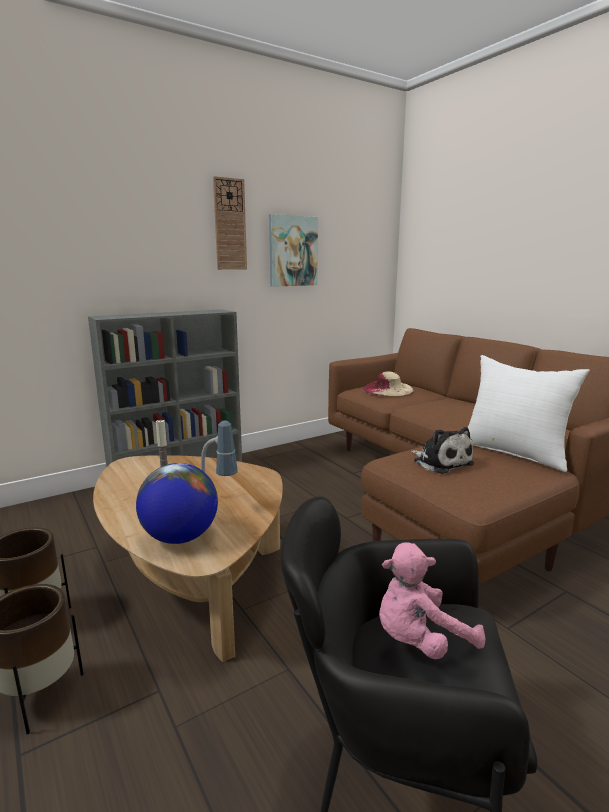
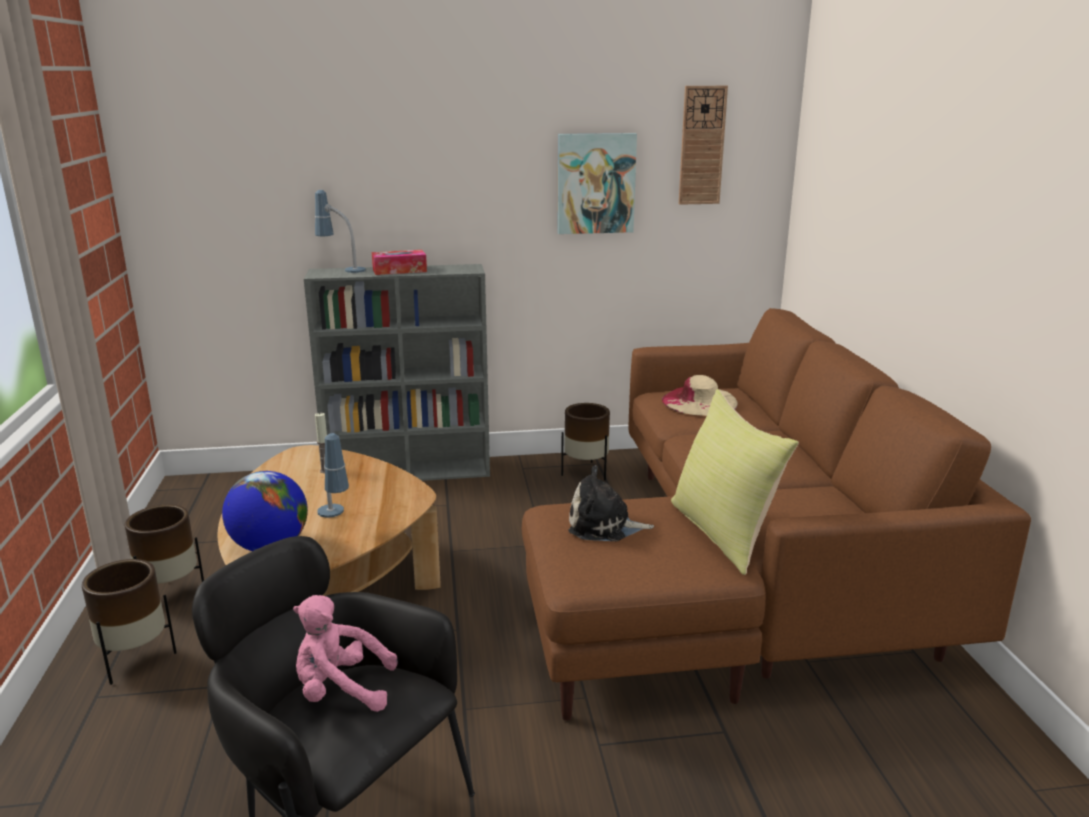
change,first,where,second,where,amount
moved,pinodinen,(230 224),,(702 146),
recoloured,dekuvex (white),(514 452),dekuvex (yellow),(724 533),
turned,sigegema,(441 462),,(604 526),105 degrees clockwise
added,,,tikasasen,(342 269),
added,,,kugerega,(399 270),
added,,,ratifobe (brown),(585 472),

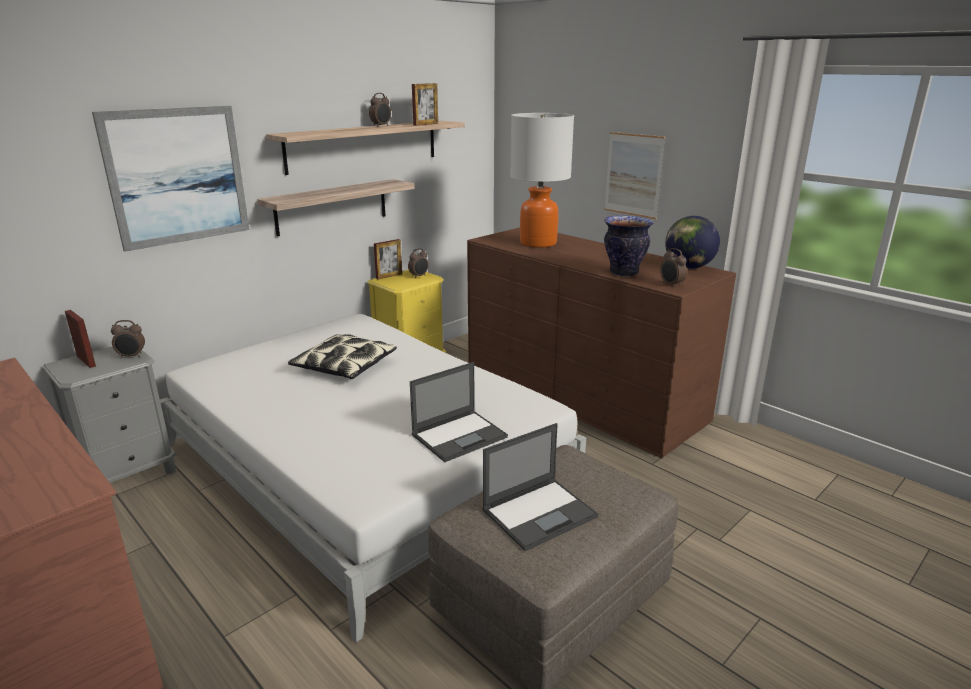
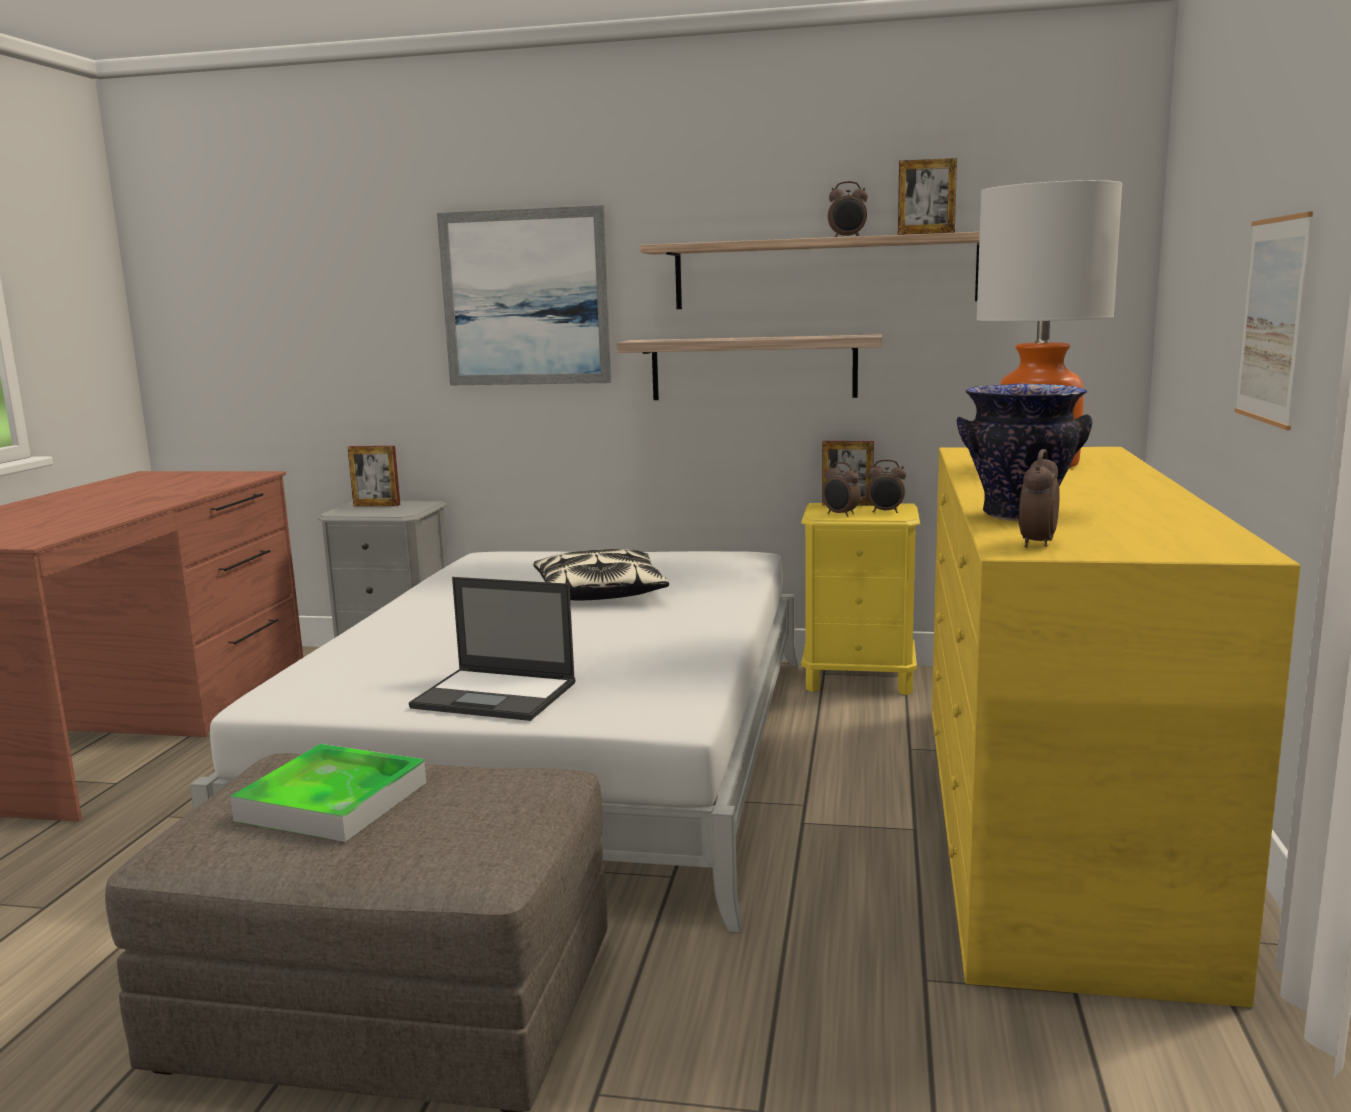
change,first,where,second,where,amount
removed,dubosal,(689 267),,,
recoloured,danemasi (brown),(581 394),danemasi (yellow),(1050 822),
turned,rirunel,(86 361),,(376 505),90 degrees clockwise
moved,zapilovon,(131 356),,(840 514),
replaced,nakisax,(540 513),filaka,(333 801),

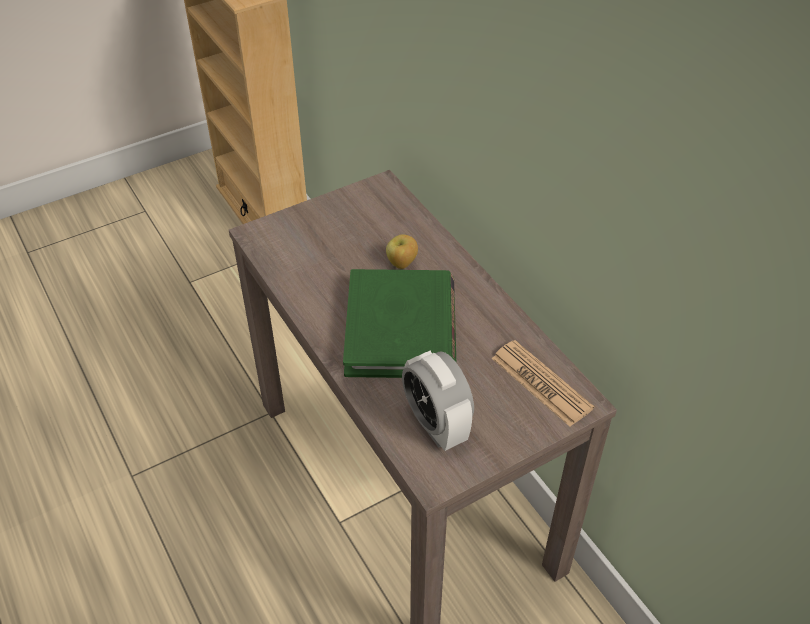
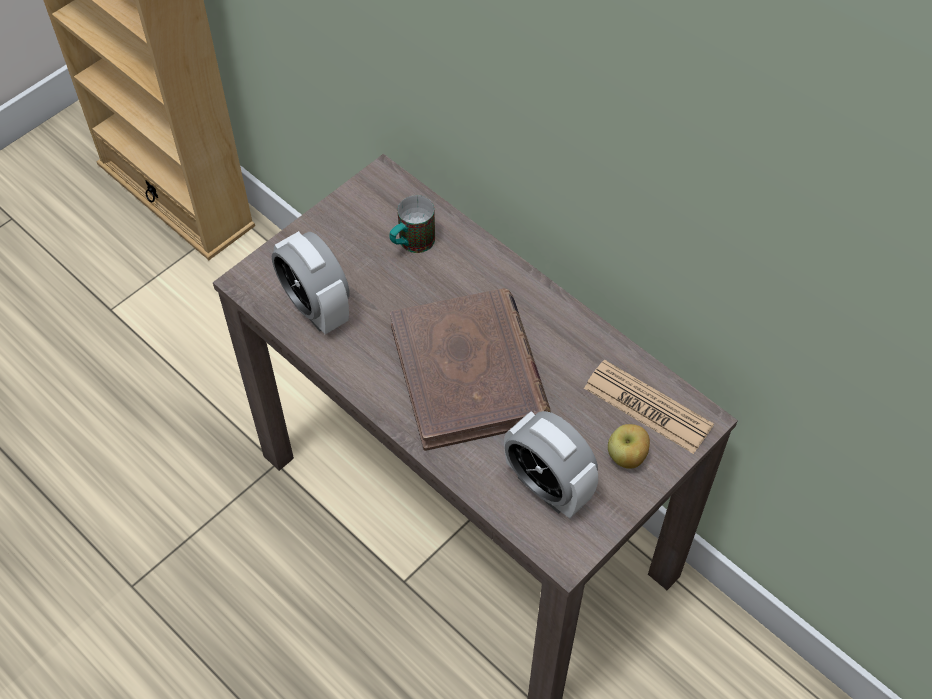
change,first,where,second,where,amount
moved,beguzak,(402 264),,(627 457),
recoloured,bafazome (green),(401 328),bafazome (brown),(469 373),
added,,,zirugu,(411 244),
added,,,zapilovon,(316 308),

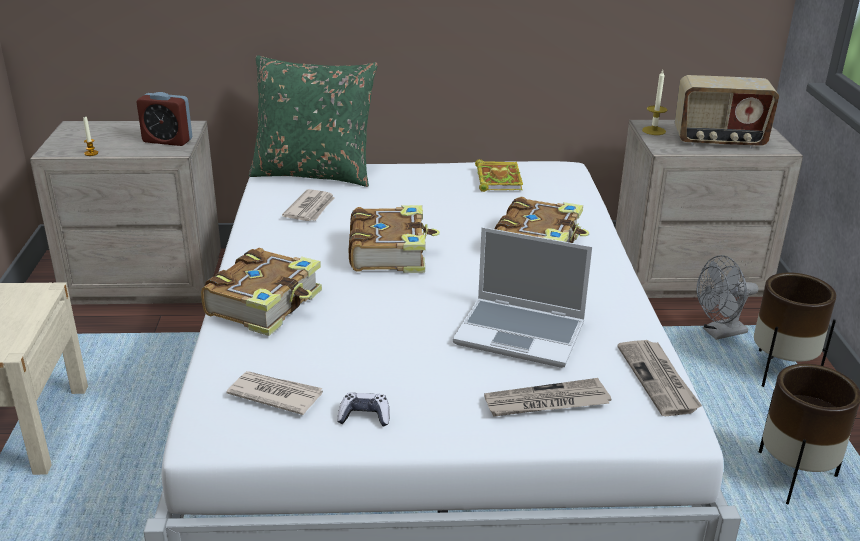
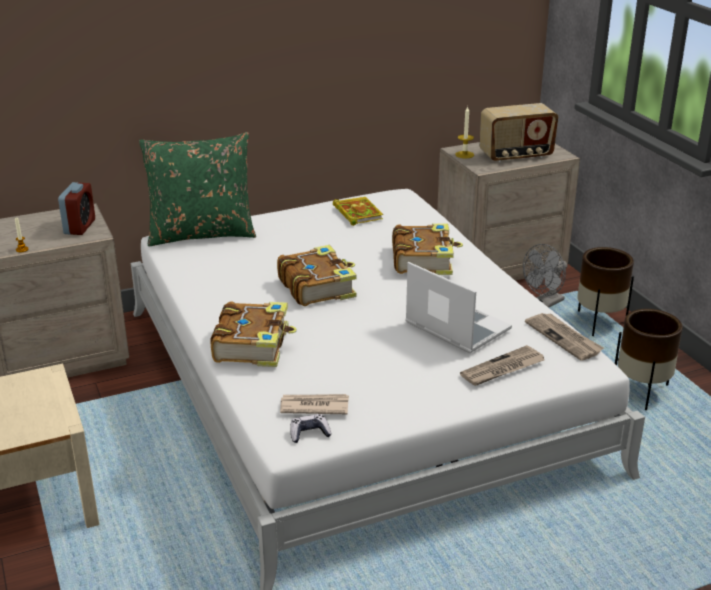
change,first,where,second,where,amount
turned,zapilovon,(167 141),,(80 227),75 degrees counterclockwise
removed,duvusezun,(311 208),,,
turned,nakisax,(521 334),,(455 327),135 degrees counterclockwise
moved,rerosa,(364 416),,(309 433),

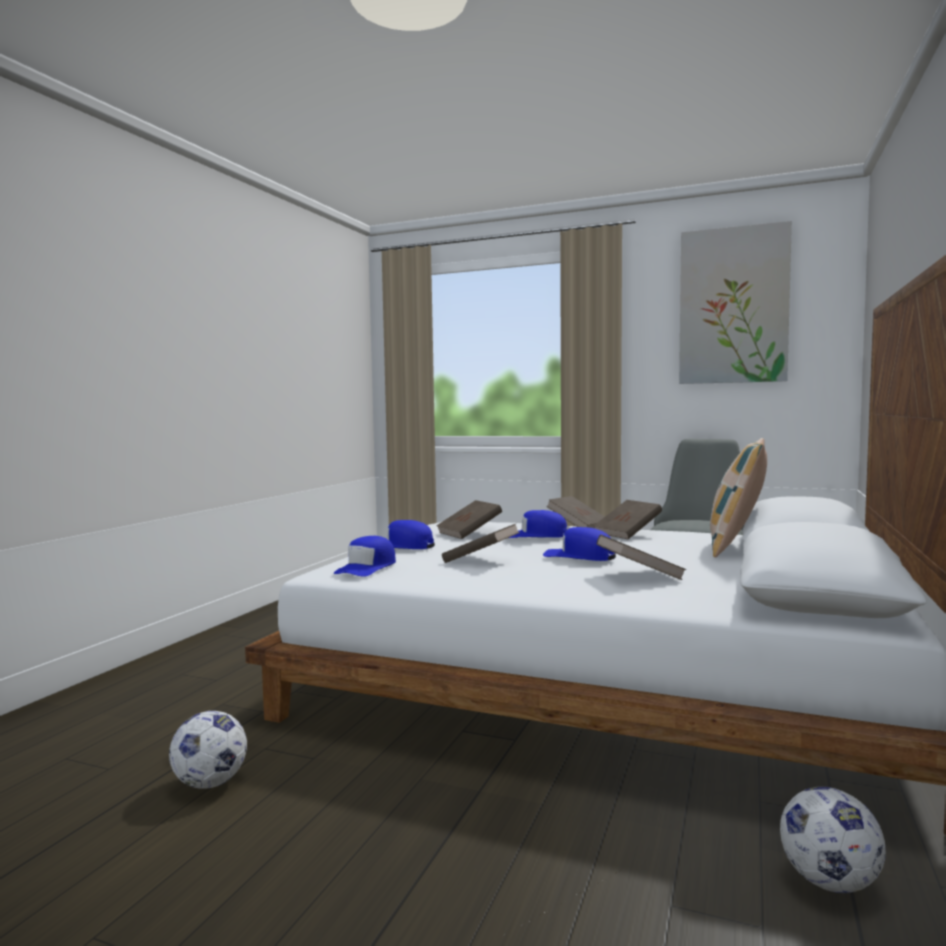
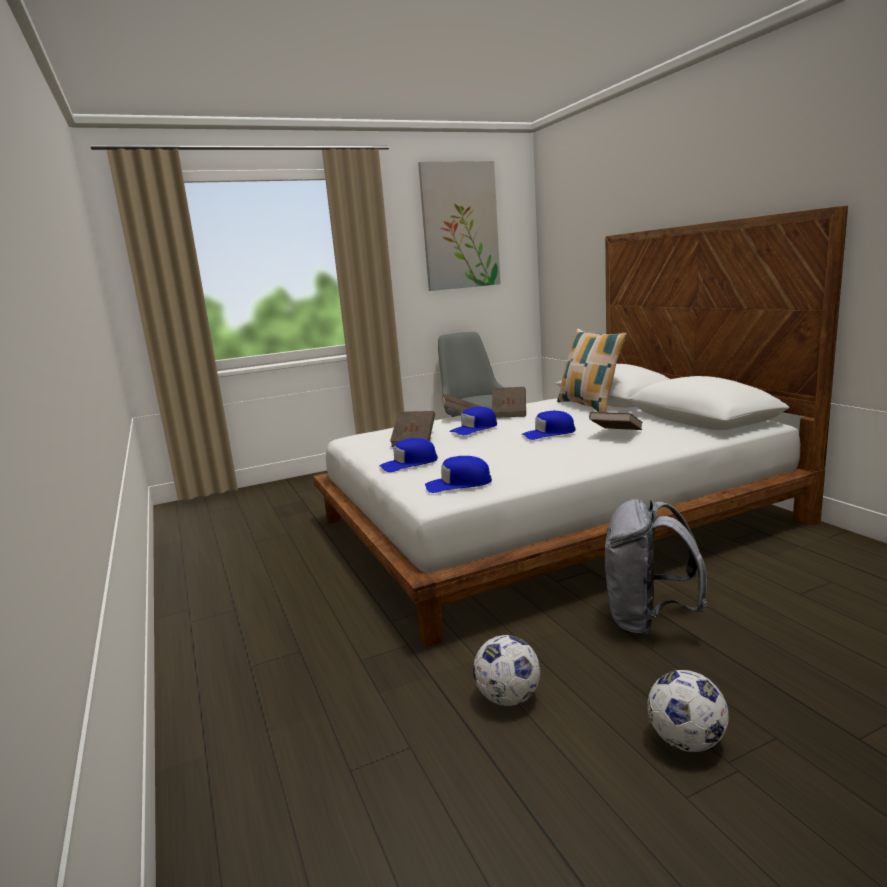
change,first,where,second,where,amount
removed,bafazome (brown),(481 560),,,
turned,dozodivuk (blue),(367 568),,(458 484),105 degrees clockwise
moved,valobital,(829 882),,(686 741),
added,,,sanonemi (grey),(648 621),

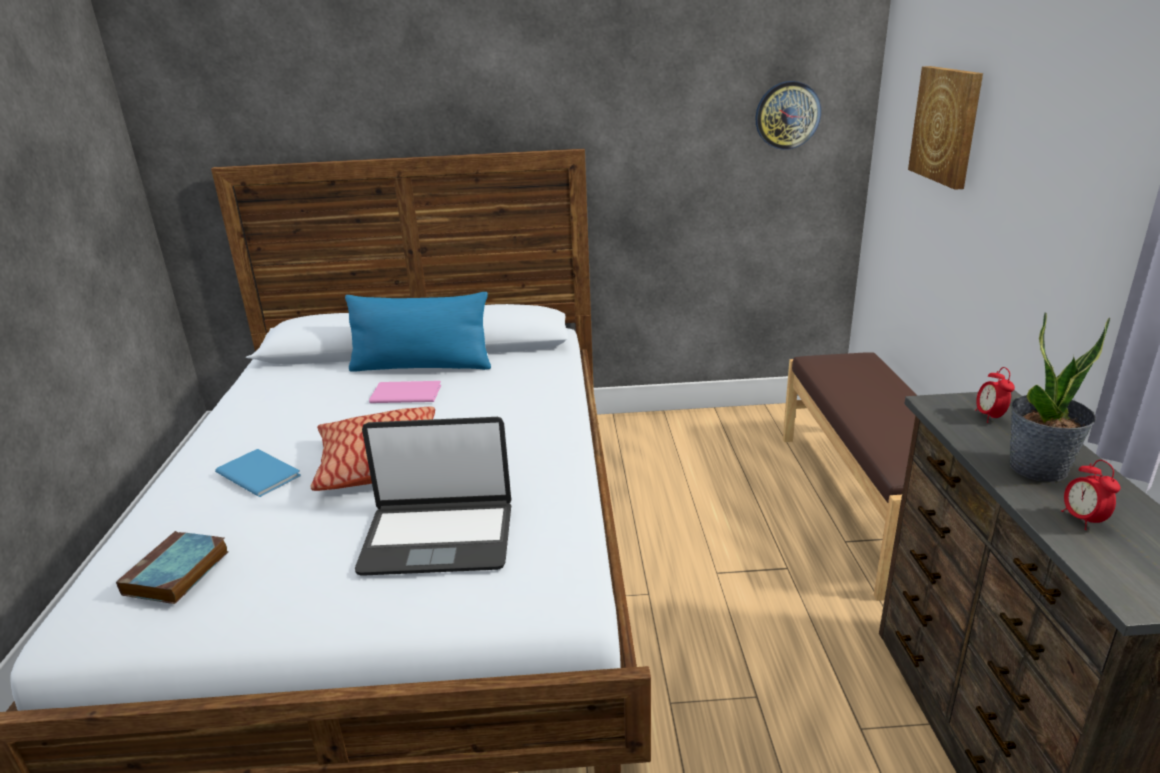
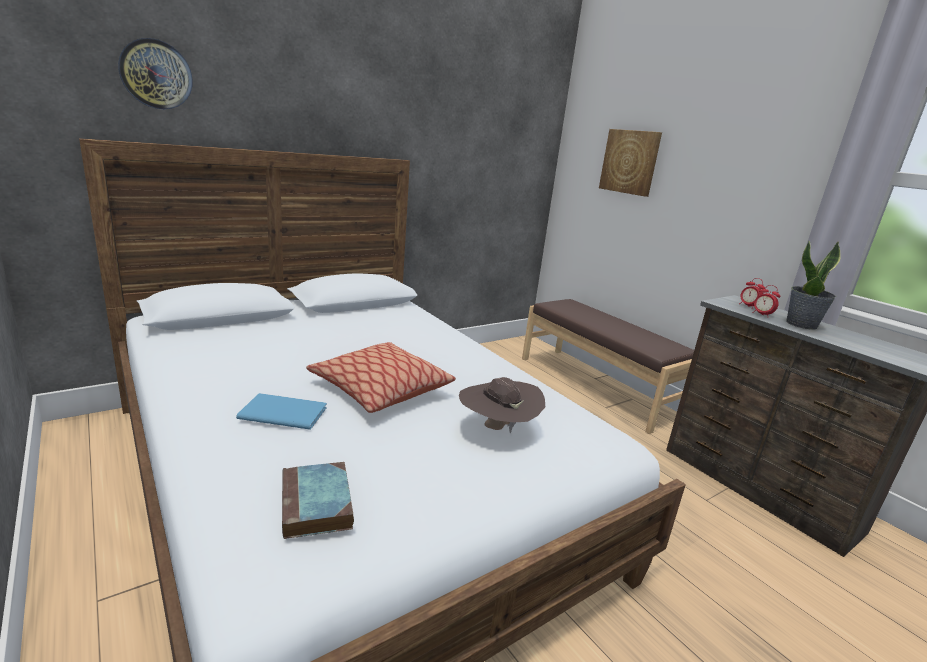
change,first,where,second,where,amount
moved,pinodinen,(787 115),,(156 74),
removed,dekuvex (blue),(422 366),,,
removed,bafazome (pink),(404 393),,,
replaced,nakisax,(438 538),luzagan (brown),(497 429),
moved,zapilovon,(1082 520),,(761 315),

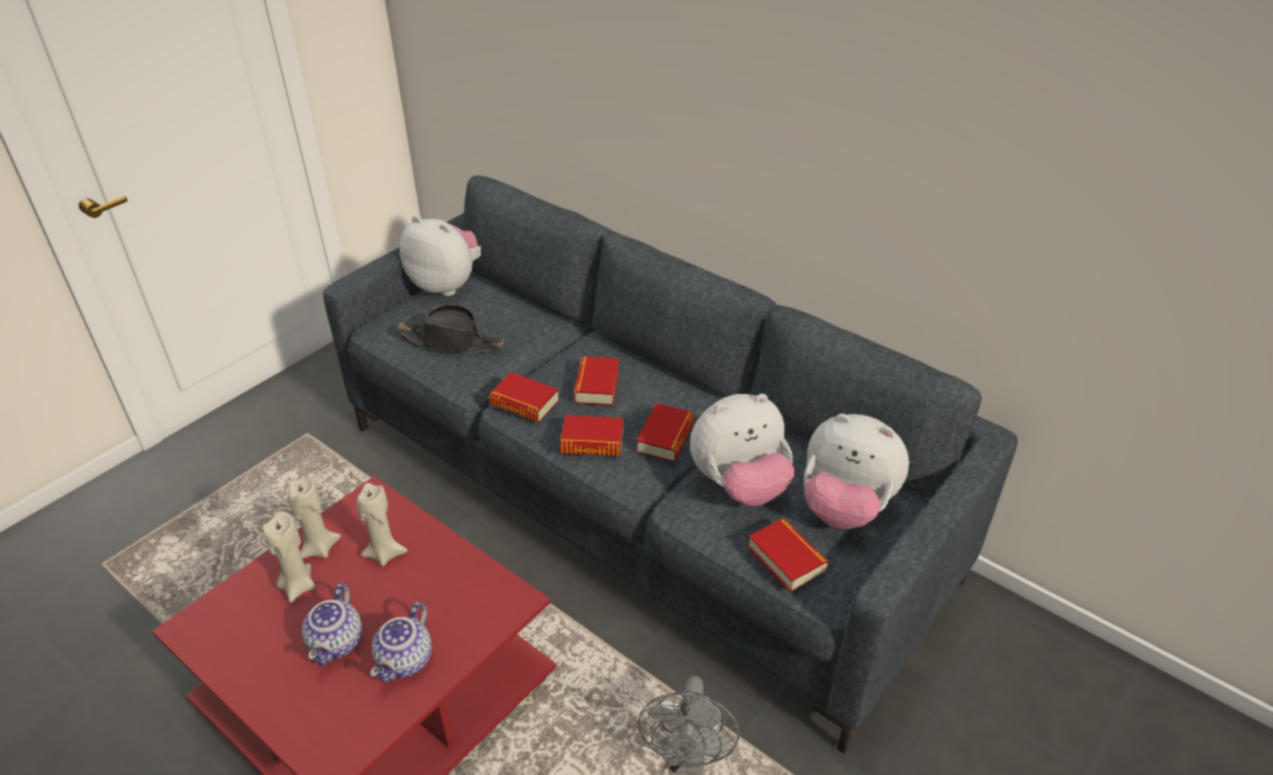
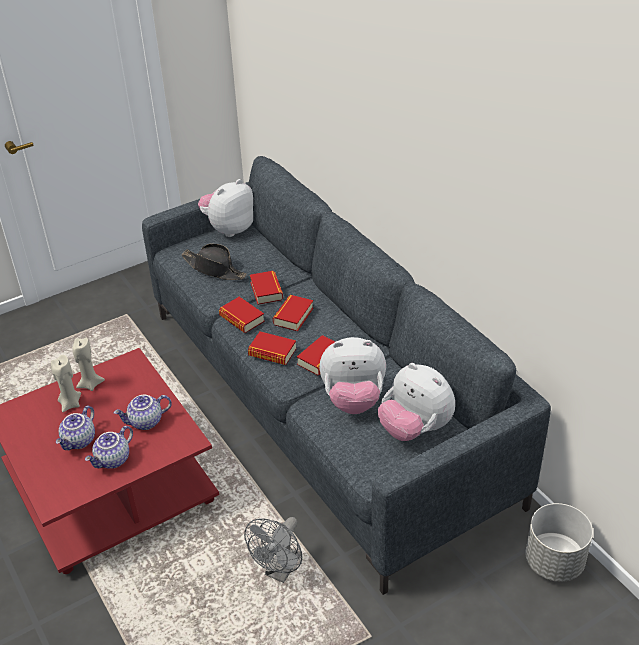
change,first,where,second,where,amount
turned,sigegema,(448 284),,(229 228),90 degrees counterclockwise
removed,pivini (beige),(385 553),,,
moved,bafazome,(786 559),,(266 291),
added,,,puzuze,(145 422),
added,,,ratifobe (grey),(554 562),

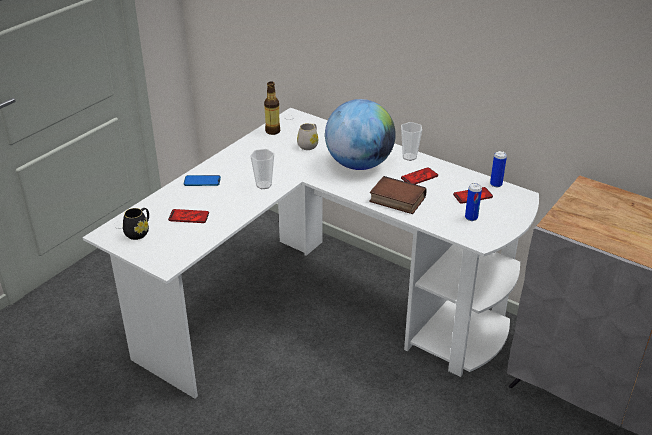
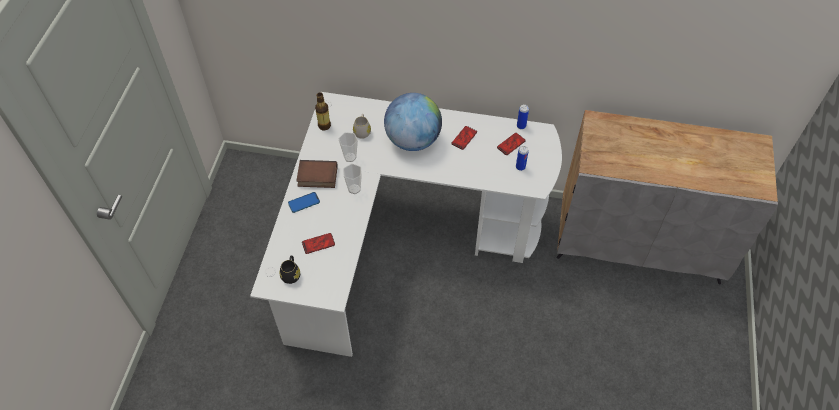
change,first,where,second,where,amount
moved,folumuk,(409 157),,(350 157),
moved,bafazome,(396 200),,(316 177),

